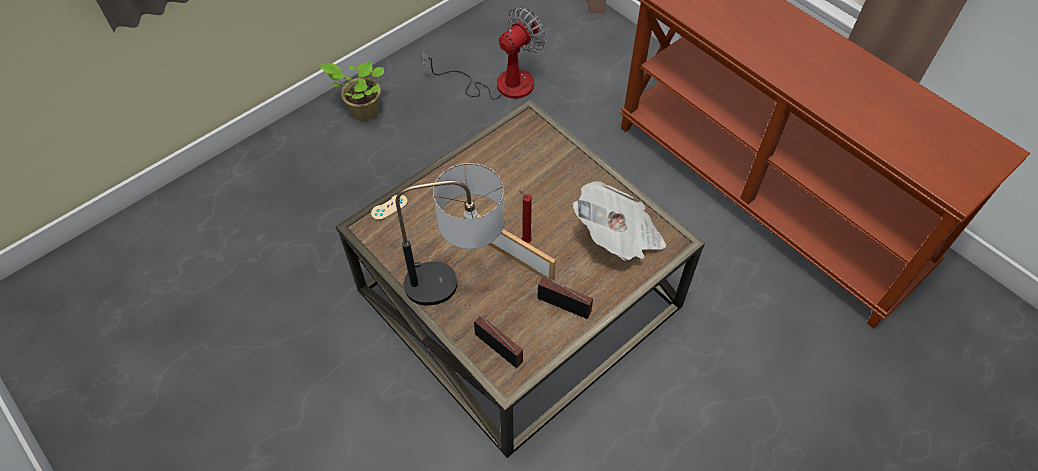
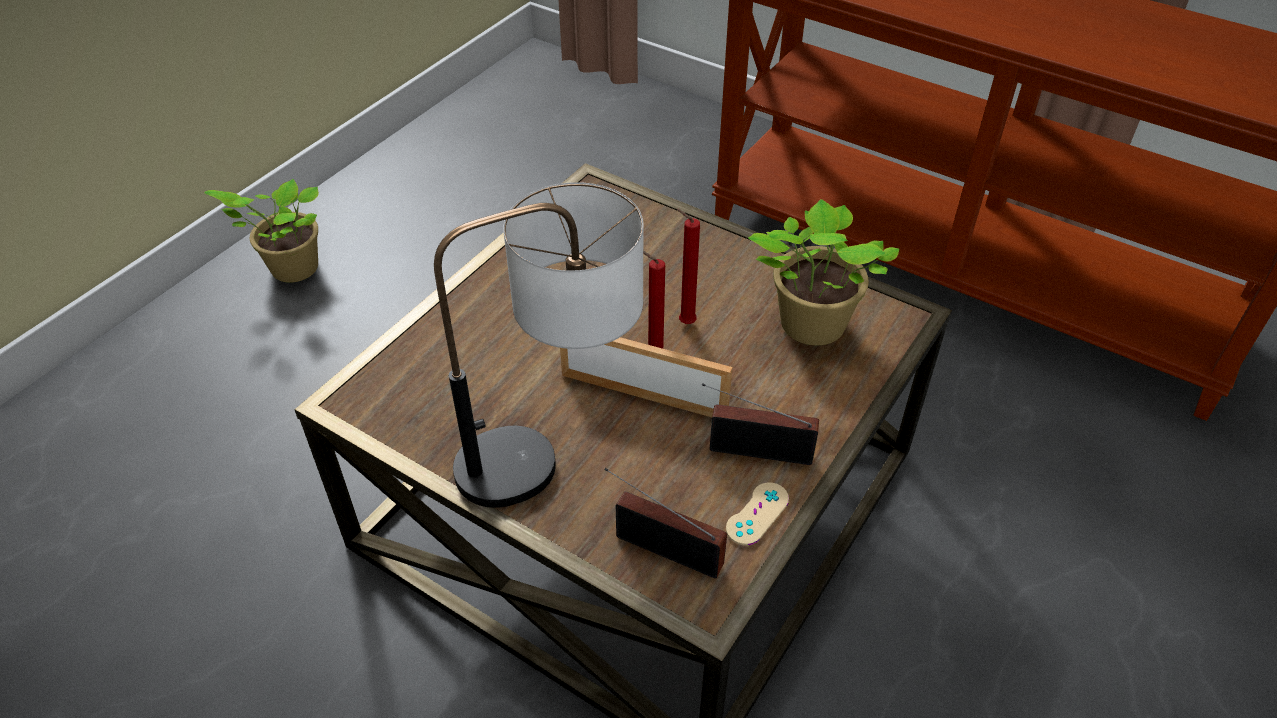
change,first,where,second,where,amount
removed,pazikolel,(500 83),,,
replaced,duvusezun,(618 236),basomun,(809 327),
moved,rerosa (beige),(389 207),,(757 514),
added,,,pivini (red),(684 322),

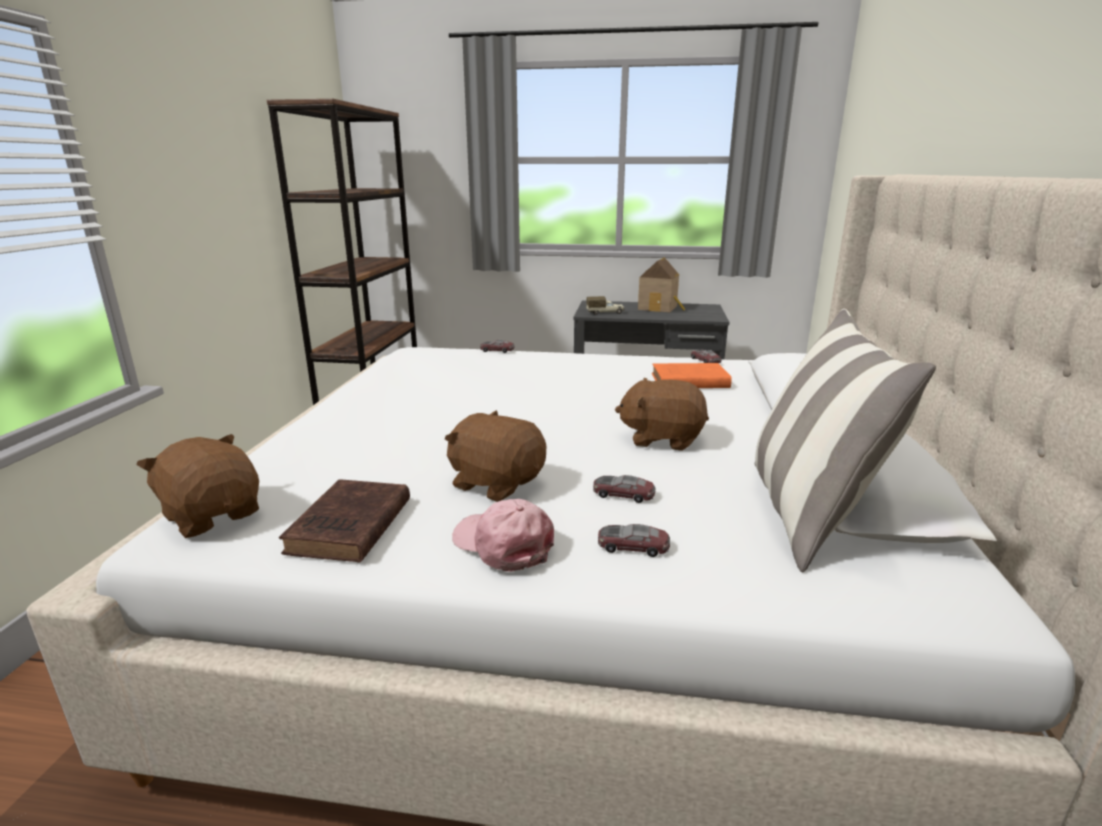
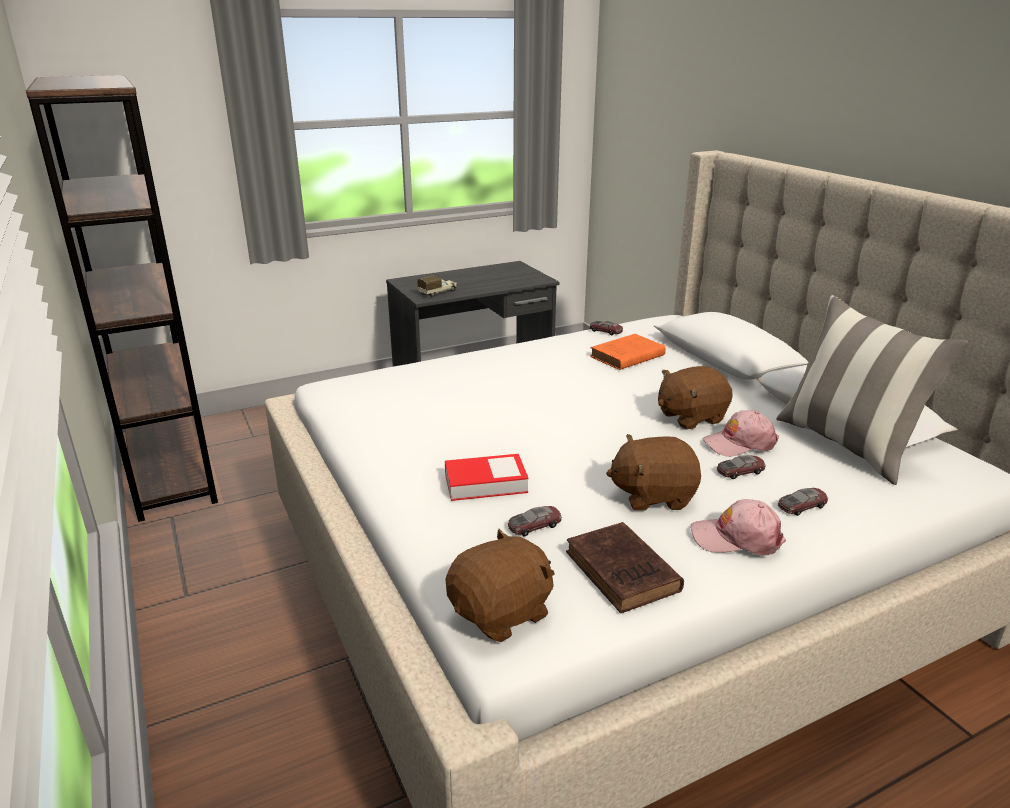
change,first,where,second,where,amount
removed,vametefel,(659 308),,,
moved,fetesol,(497 350),,(534 525),
turned,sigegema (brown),(213 515),,(502 613),135 degrees clockwise
added,,,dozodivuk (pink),(739 443),
added,,,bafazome,(485 483),

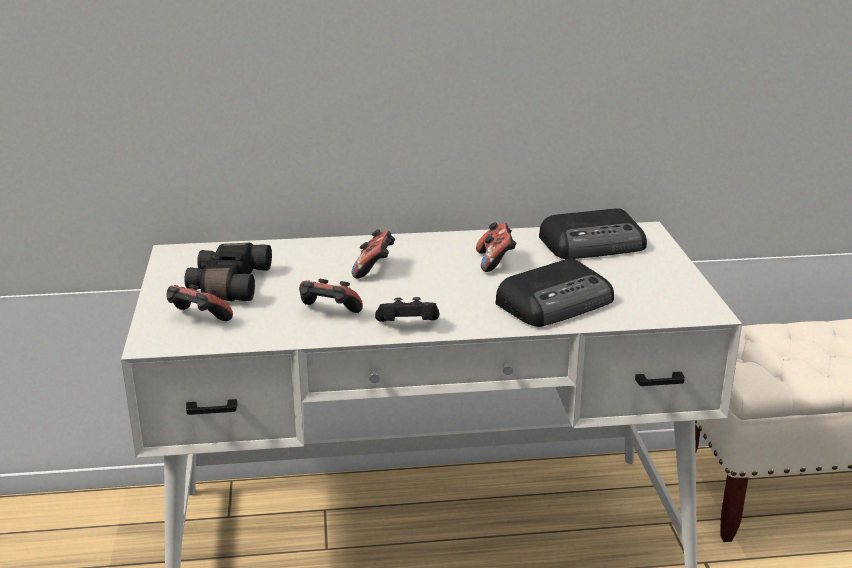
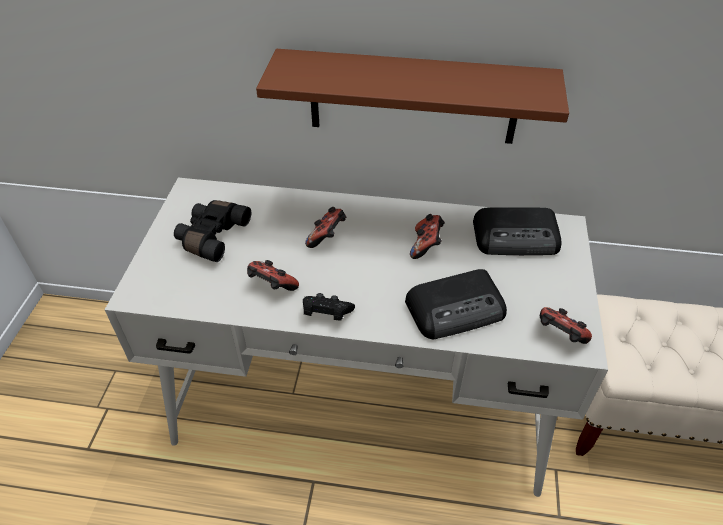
change,first,where,second,where,amount
moved,rerosa,(198 320),,(559 336),
added,,,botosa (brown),(413 97),

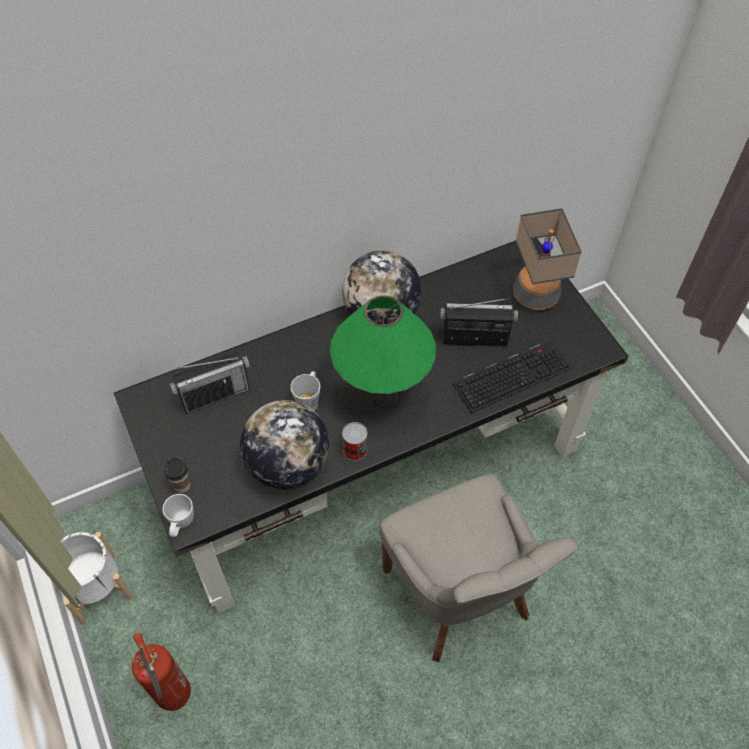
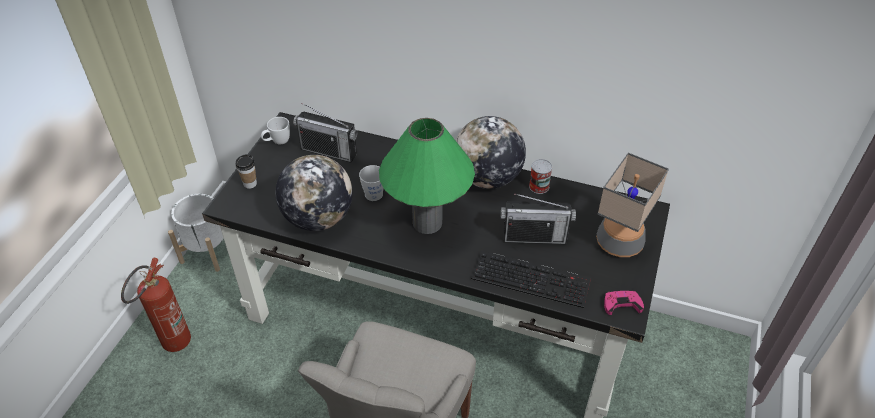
change,first,where,second,where,amount
turned,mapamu,(475 339),,(534 237),135 degrees clockwise
moved,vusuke,(355 449),,(539 186),
moved,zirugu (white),(181 525),,(277 142),
added,,,rerosa (pink),(621 304),

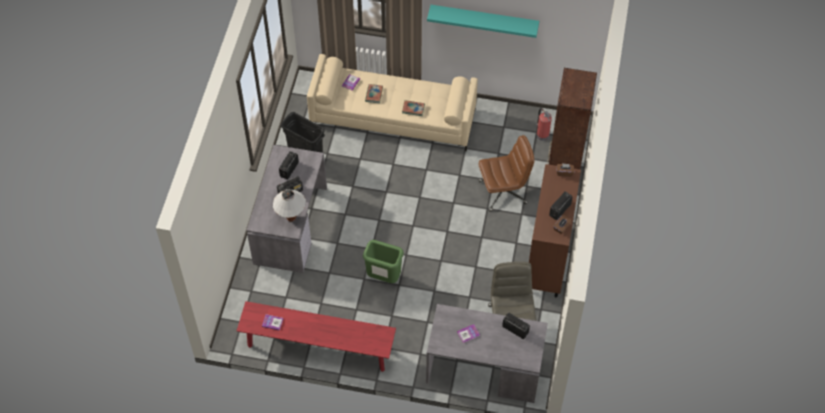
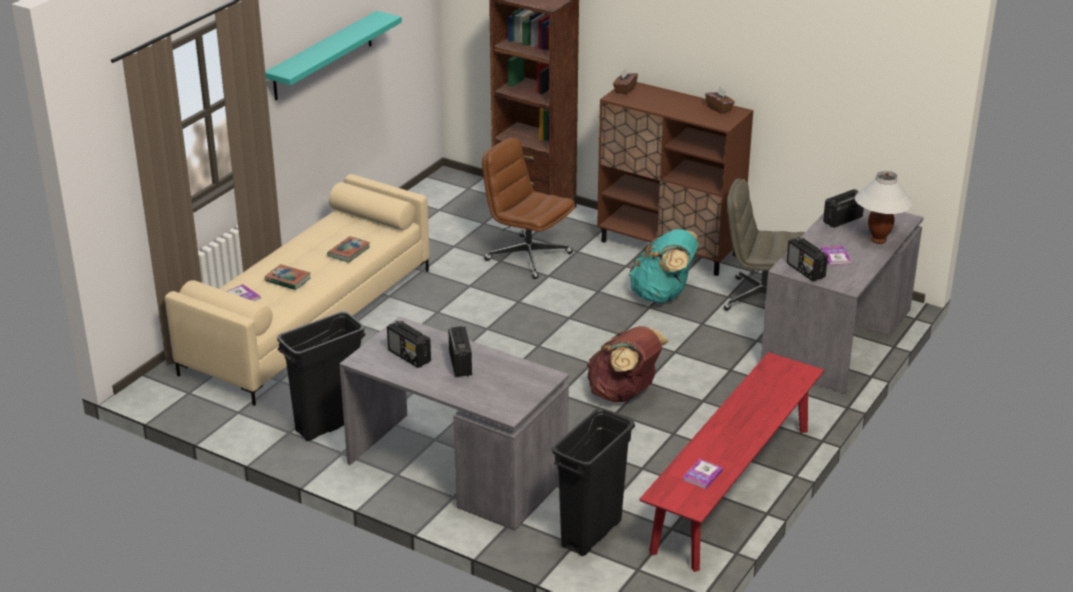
change,first,where,second,where,amount
removed,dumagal,(542 135),,,
turned,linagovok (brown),(503 192),,(527 257),60 degrees counterclockwise
moved,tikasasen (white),(291 218),,(878 240),
moved,mapamu,(559 210),,(805 271),
replaced,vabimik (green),(383 277),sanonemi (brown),(624 394),
added,,,sanonemi (turquoise),(663 295),
added,,,vabimik (black),(591 534),

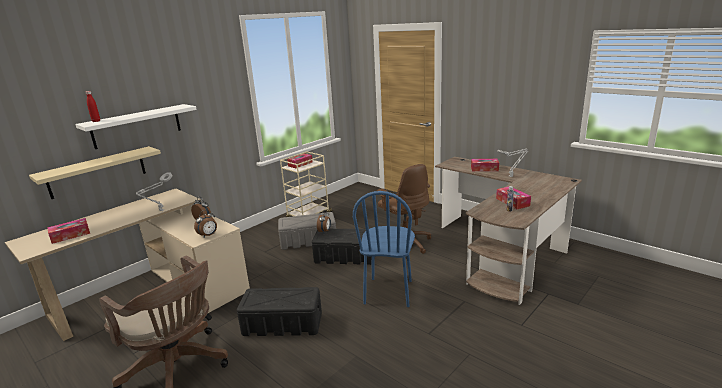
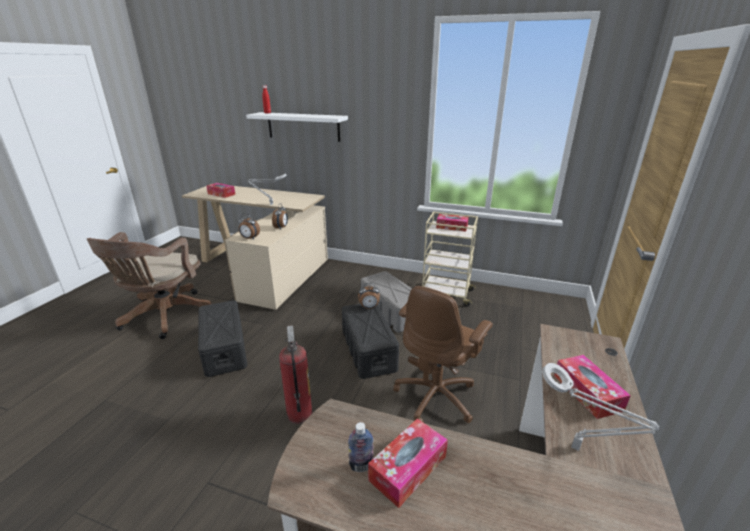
change,first,where,second,where,amount
removed,botosa (beige),(97 172),,,
replaced,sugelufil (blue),(388 292),dumagal,(299 413),

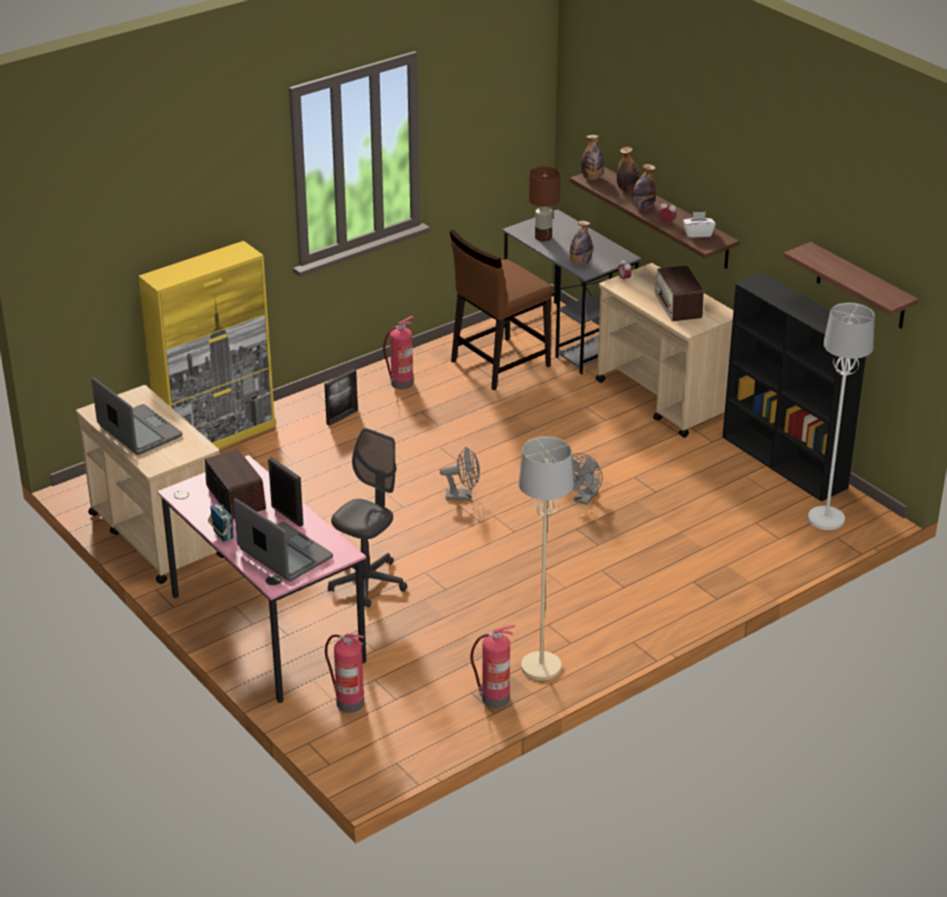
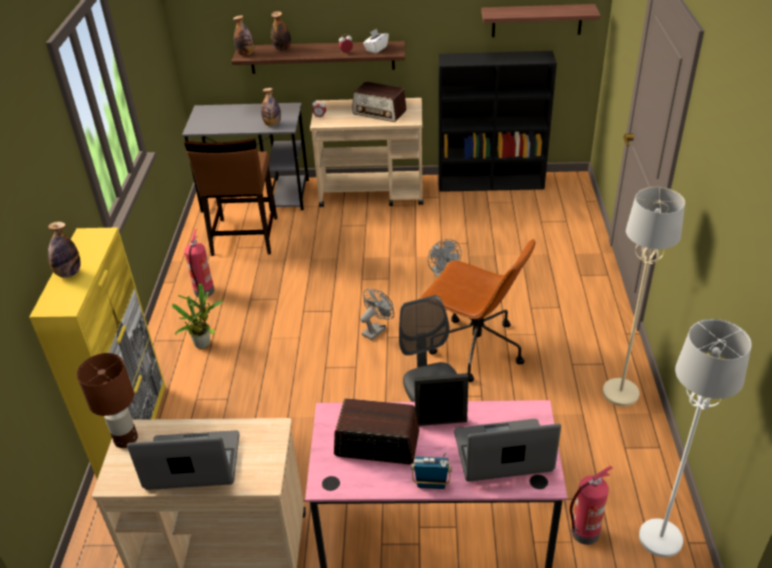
change,first,where,second,where,amount
moved,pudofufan,(643 207),,(69 273),
moved,tikasasen (brown),(543 237),,(126 439),
moved,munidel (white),(826 519),,(660 539),
replaced,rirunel,(342 417),basomun,(204 342),
removed,dumagal,(494 699),,,
added,,,linagovok (brown),(475 348),

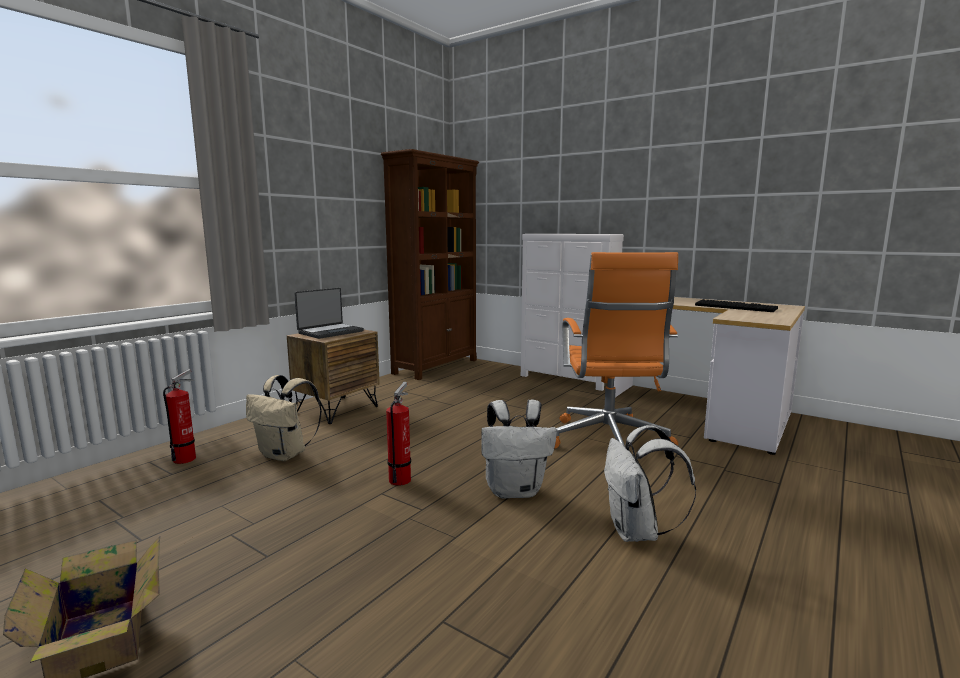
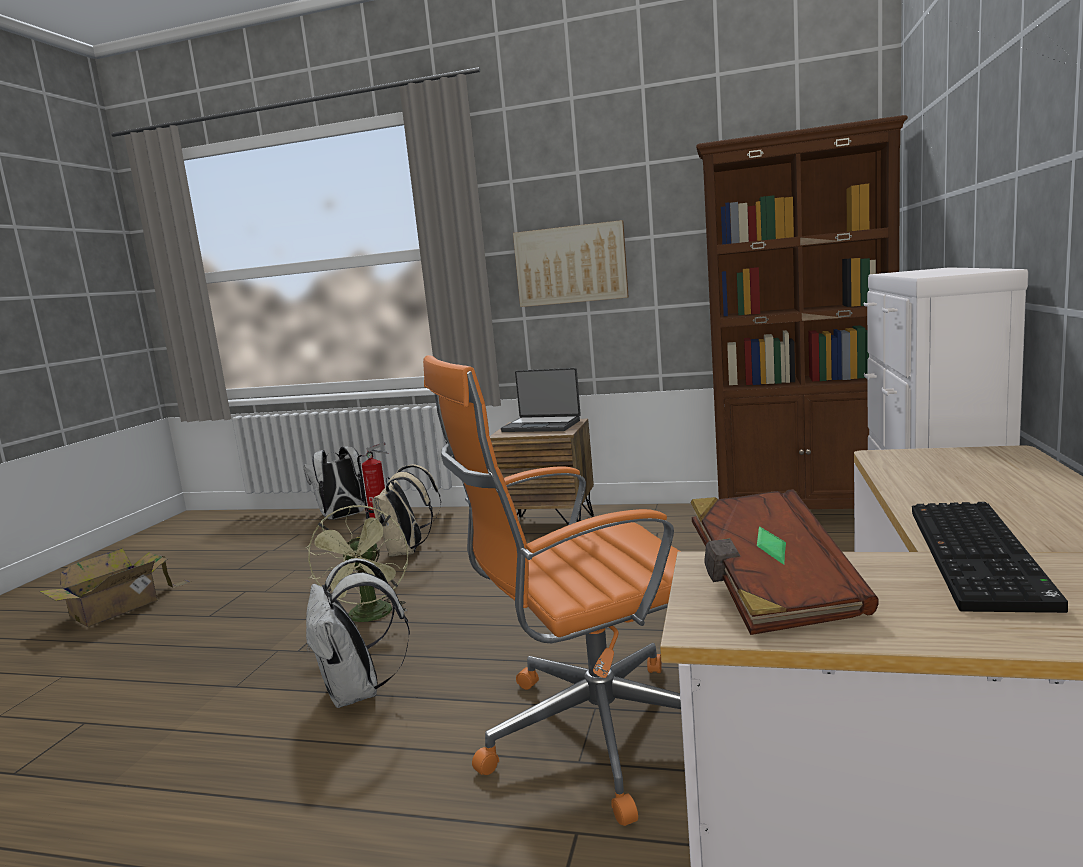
change,first,where,second,where,amount
replaced,dumagal,(401 479),pazikolel (green),(370 617),
moved,sanonemi (white),(637 532),,(343 517),
added,,,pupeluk,(571 264),
added,,,bafazome (brown),(771 592),

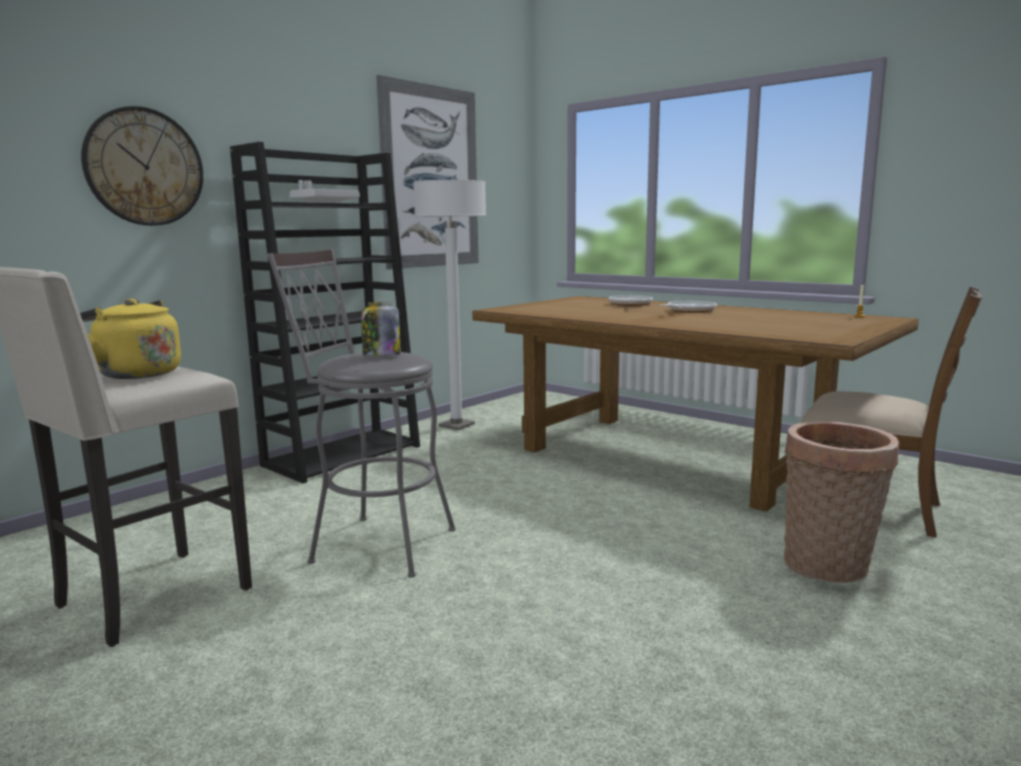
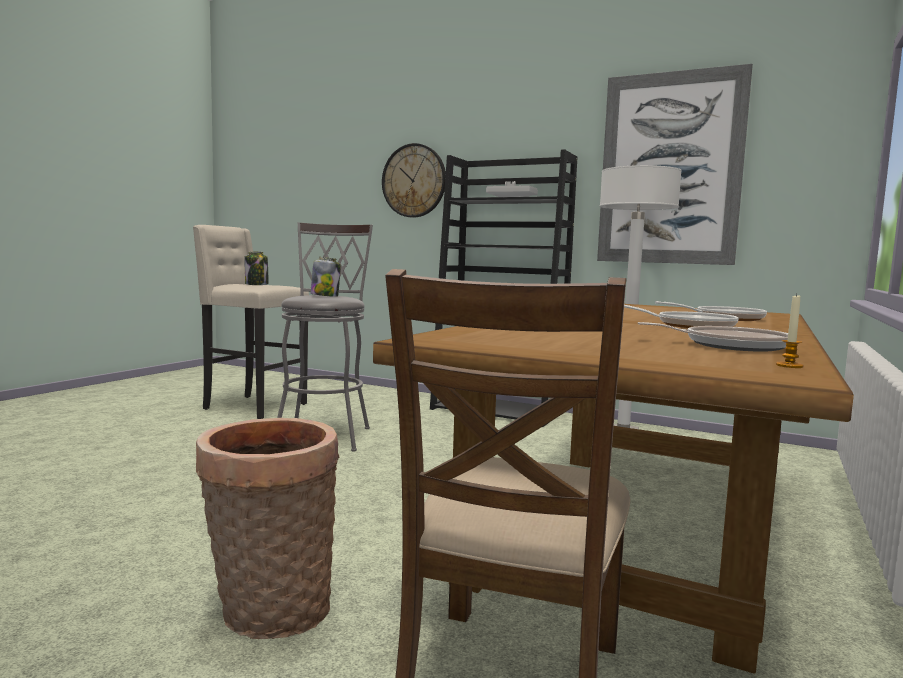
change,first,where,second,where,amount
replaced,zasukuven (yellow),(135 374),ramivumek,(257 284),
added,,,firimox,(730 346),

